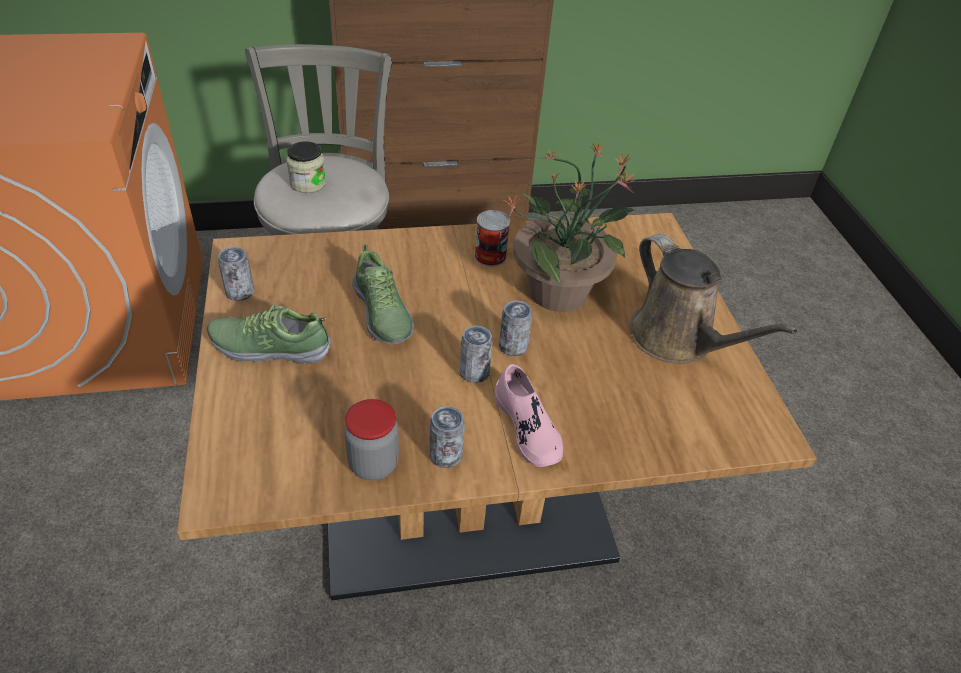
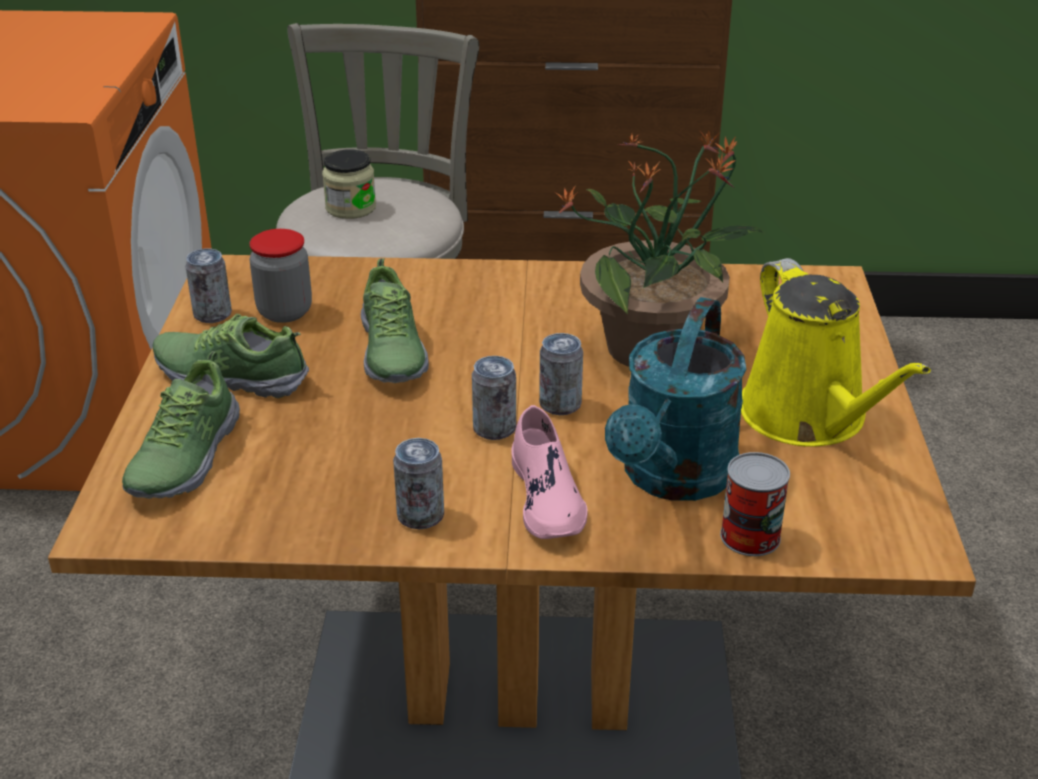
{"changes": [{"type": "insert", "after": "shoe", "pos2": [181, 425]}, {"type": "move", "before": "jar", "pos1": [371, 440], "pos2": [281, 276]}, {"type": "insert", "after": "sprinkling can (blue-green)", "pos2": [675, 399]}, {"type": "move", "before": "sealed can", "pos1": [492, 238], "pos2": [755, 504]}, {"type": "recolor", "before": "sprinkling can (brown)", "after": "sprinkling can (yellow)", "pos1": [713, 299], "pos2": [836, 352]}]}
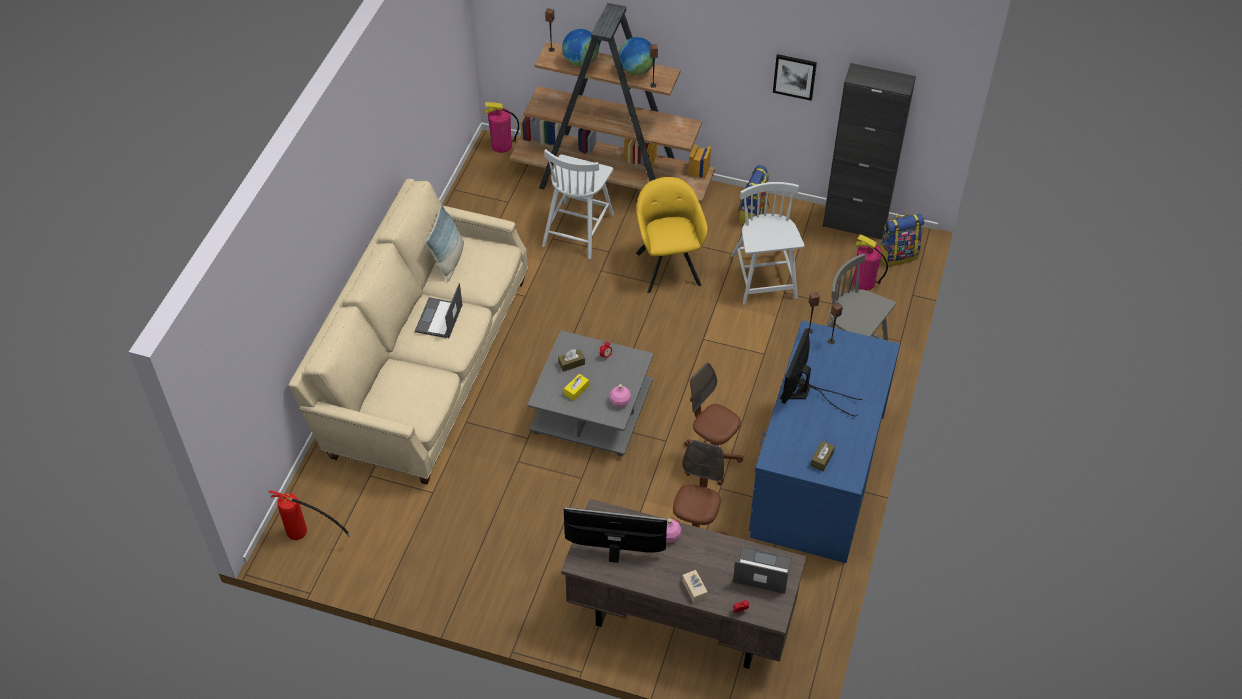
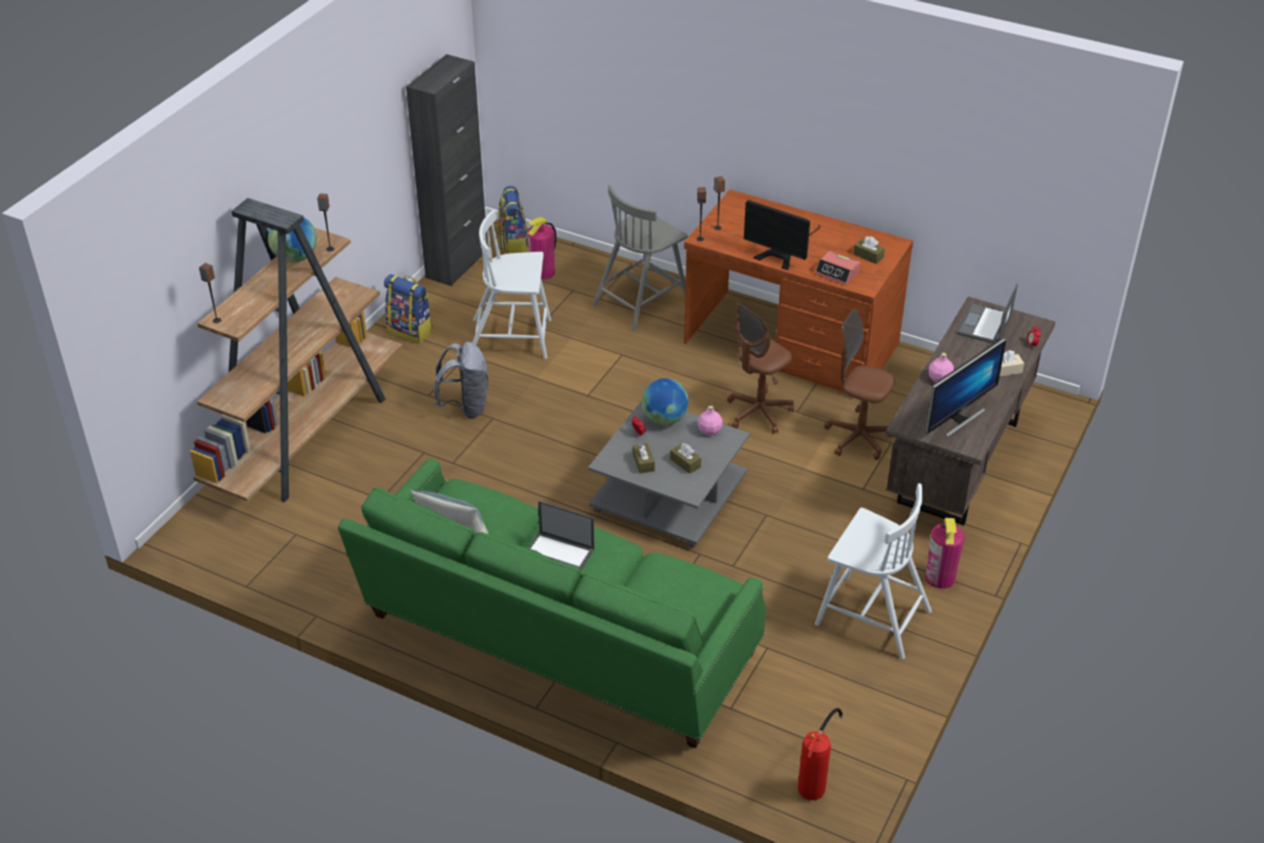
{"changes": [{"type": "recolor", "before": "sofa (sand-coloured)", "after": "sofa (greenish)", "pos1": [408, 332], "pos2": [552, 603]}, {"type": "replace", "before": "lounge chair (yellow)", "after": "knapsack (greyish)", "pos1": [672, 235], "pos2": [461, 380]}, {"type": "move", "before": "desk globe", "pos1": [580, 47], "pos2": [665, 401]}, {"type": "recolor", "before": "tissue box (yellow)", "after": "tissue box (brown)", "pos1": [576, 387], "pos2": [685, 458]}, {"type": "recolor", "before": "desk (blue-coloured)", "after": "desk (brown)", "pos1": [824, 442], "pos2": [798, 290]}, {"type": "insert", "after": "alarm clock", "pos2": [837, 268]}, {"type": "move", "before": "chair (white)", "pos1": [578, 204], "pos2": [873, 571]}, {"type": "rotate", "before": "computer display", "pos1": [615, 535], "pos2": [965, 387], "turn": -150}, {"type": "move", "before": "extinguisher", "pos1": [501, 127], "pos2": [945, 553]}, {"type": "delete", "before": "wall picture", "pos1": [795, 77]}]}
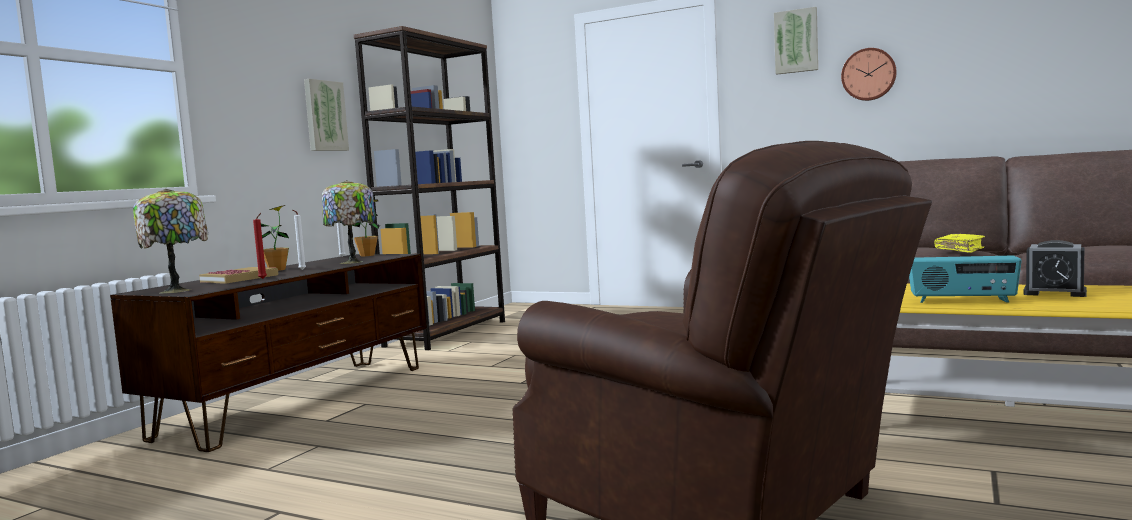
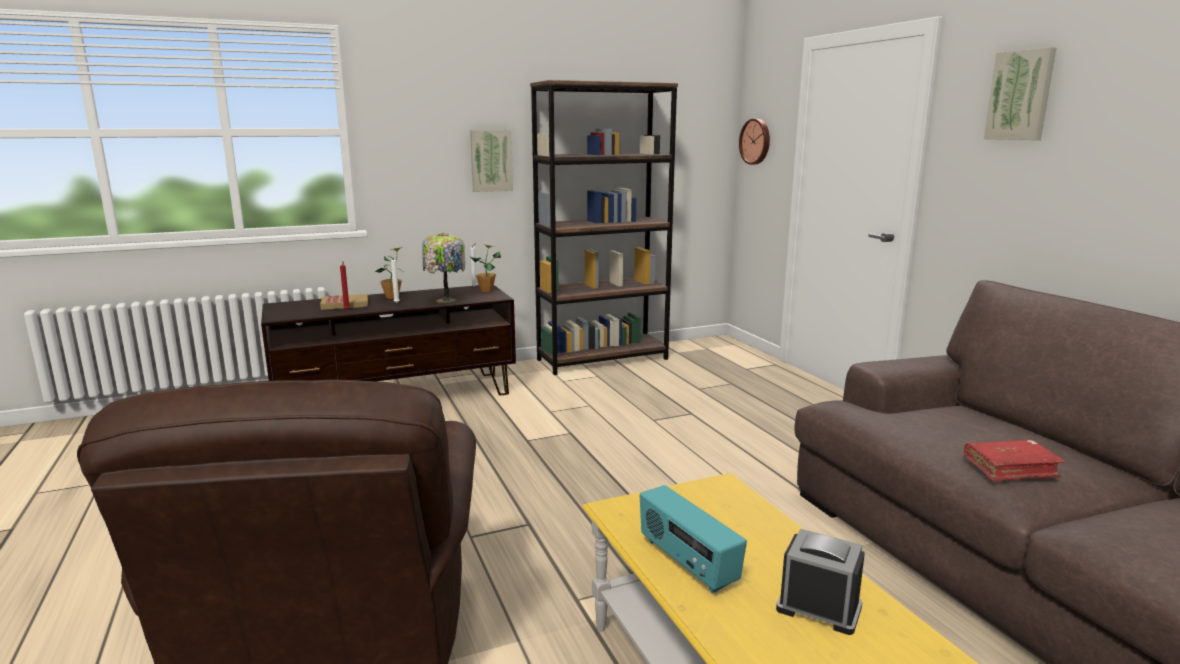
{"changes": [{"type": "move", "before": "clock on the wall", "pos1": [869, 74], "pos2": [754, 142]}, {"type": "rotate", "before": "alarm clock", "pos1": [1055, 268], "pos2": [820, 582], "turn": 135}, {"type": "recolor", "before": "book (yellow)", "after": "book (red-coloured)", "pos1": [959, 243], "pos2": [1014, 460]}, {"type": "delete", "before": "table lamp", "pos1": [170, 241]}]}
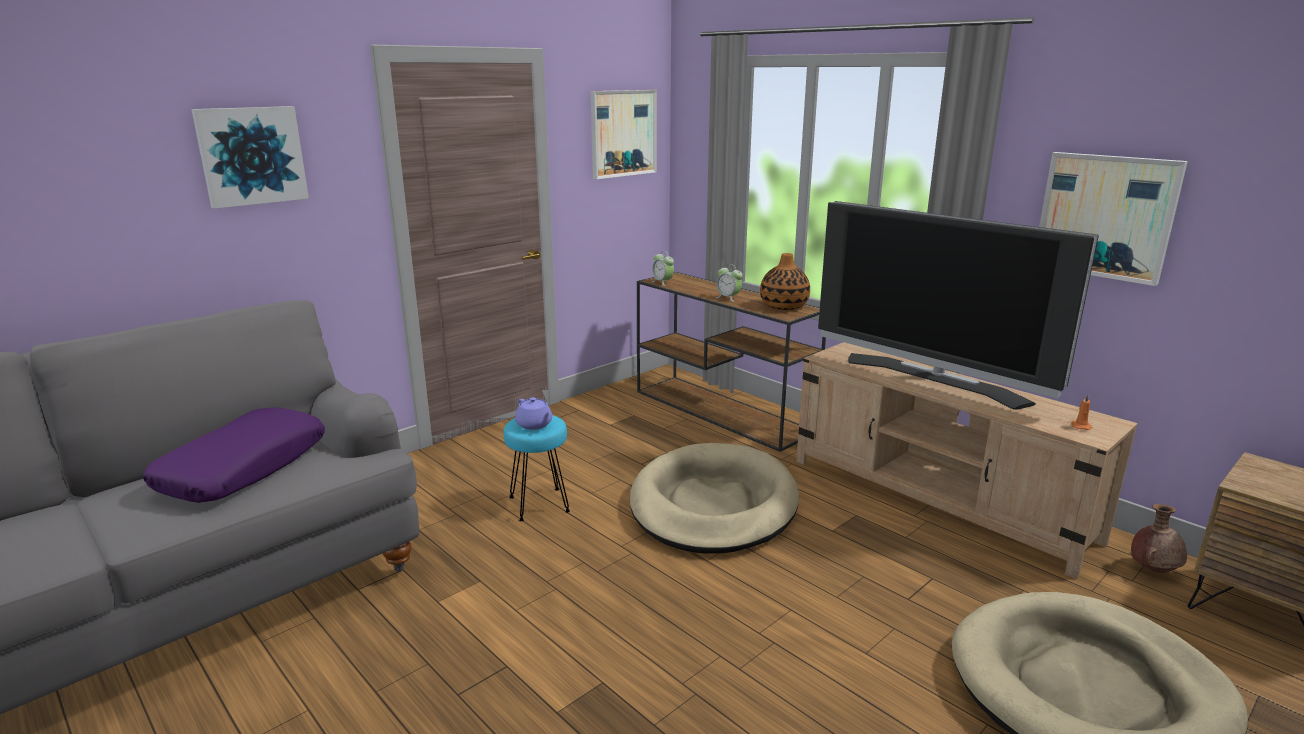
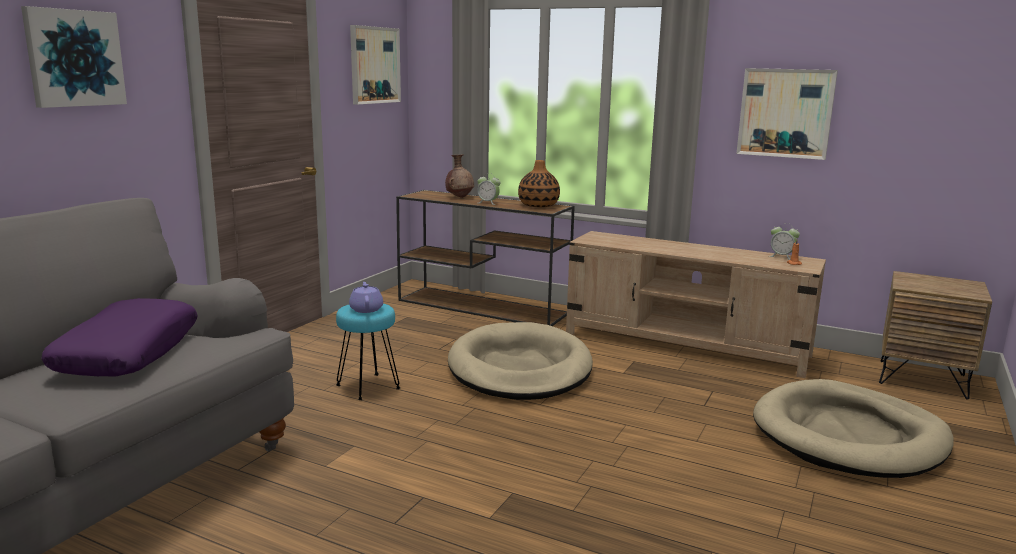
{"changes": [{"type": "rotate", "before": "pot for tea (purple-coloured)", "pos1": [533, 413], "pos2": [366, 297], "turn": -135}, {"type": "move", "before": "vase (brown)", "pos1": [1159, 538], "pos2": [459, 176]}, {"type": "move", "before": "alarm clock", "pos1": [663, 268], "pos2": [784, 241]}, {"type": "delete", "before": "TV set", "pos1": [958, 305]}]}
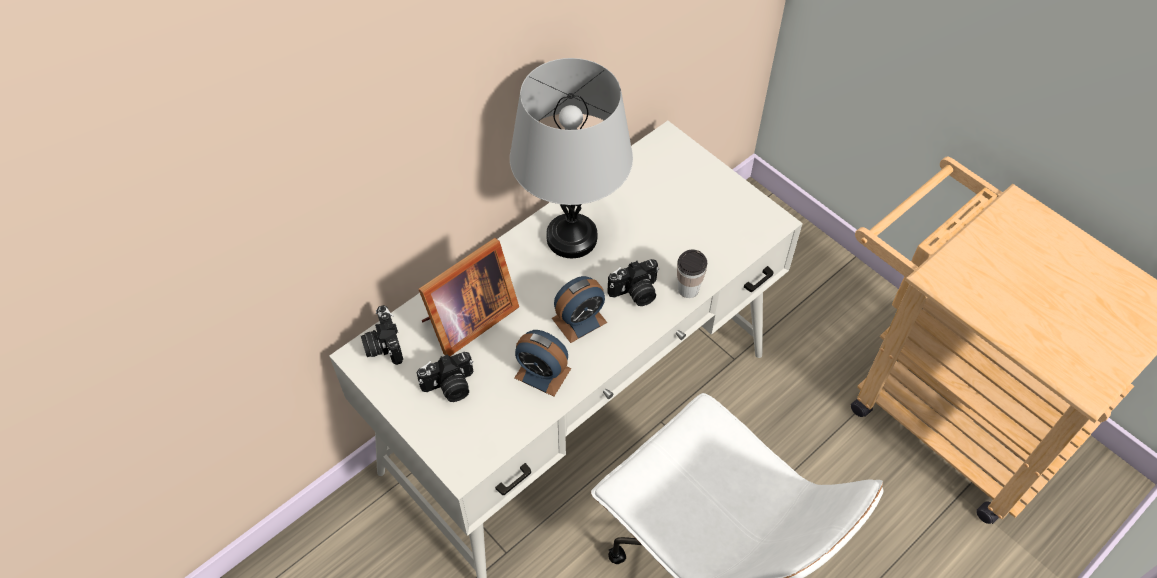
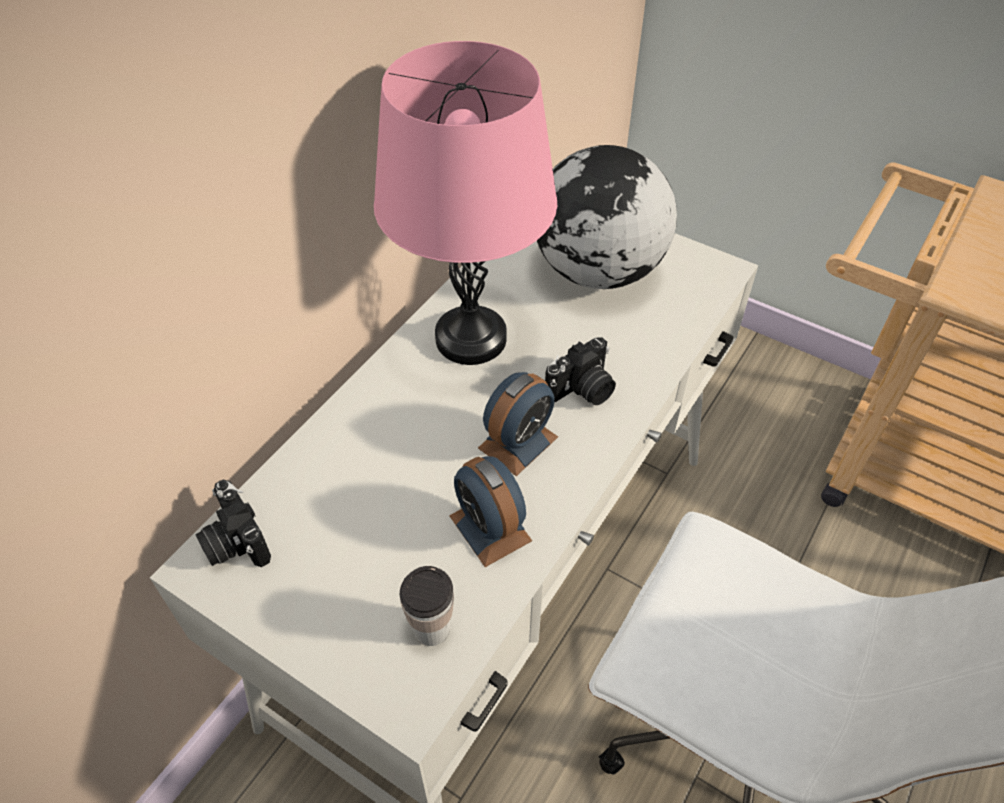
{"changes": [{"type": "recolor", "before": "table lamp (greyish)", "after": "table lamp (pink-coloured)", "pos1": [571, 158], "pos2": [465, 203]}, {"type": "move", "before": "small cup", "pos1": [692, 274], "pos2": [427, 606]}, {"type": "rotate", "before": "alarm clock", "pos1": [542, 363], "pos2": [490, 511], "turn": 45}, {"type": "insert", "after": "desk globe", "pos2": [607, 217]}, {"type": "delete", "before": "still camera", "pos1": [444, 377]}, {"type": "delete", "before": "standing frame", "pos1": [469, 297]}]}
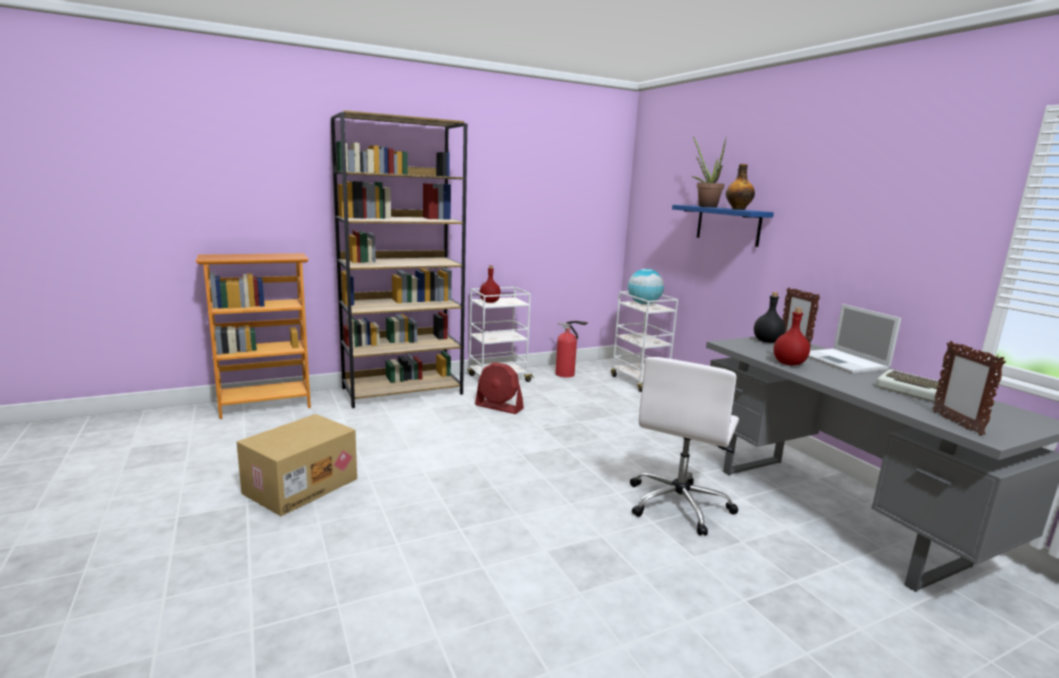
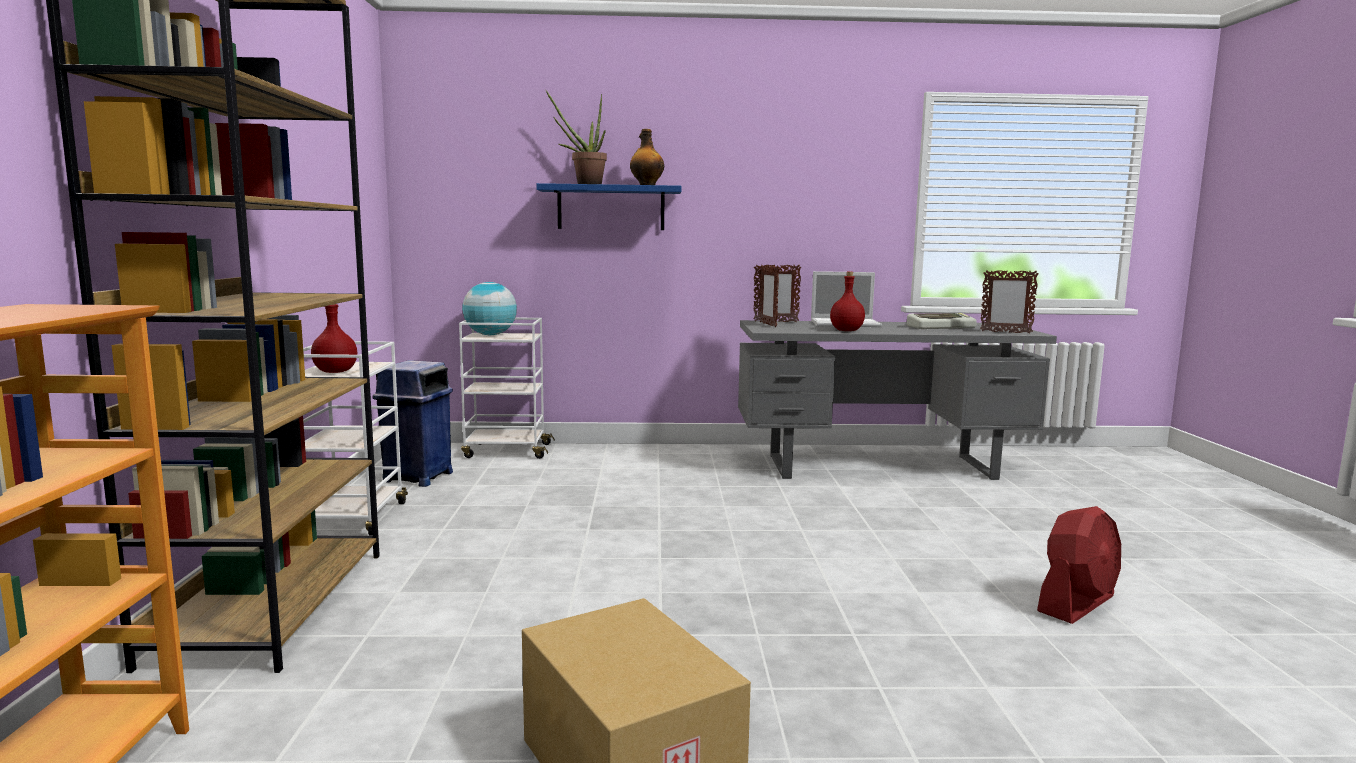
{"changes": [{"type": "replace", "before": "extinguisher", "after": "rubbish bin (blue-coloured)", "pos1": [571, 349], "pos2": [413, 423]}, {"type": "replace", "before": "drink bottle (blackish)", "after": "standing frame", "pos1": [769, 317], "pos2": [769, 296]}, {"type": "move", "before": "fan (red-coloured)", "pos1": [499, 388], "pos2": [1079, 565]}, {"type": "delete", "before": "desk chair (white)", "pos1": [684, 446]}]}
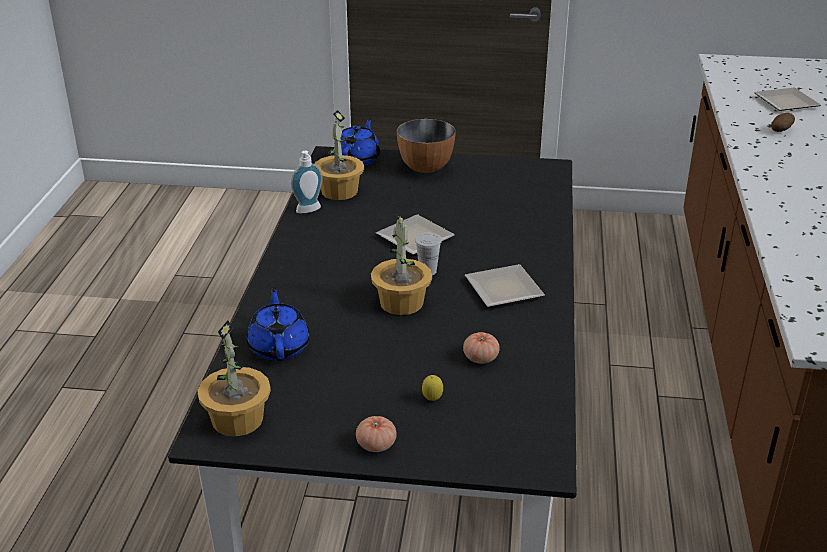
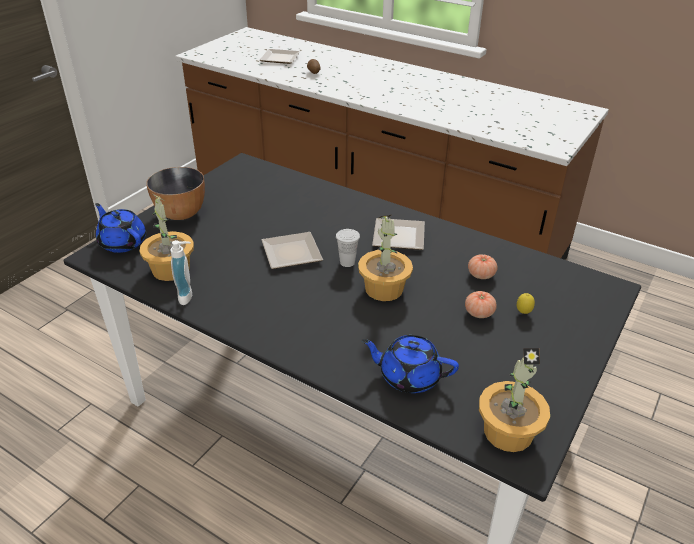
{"changes": [{"type": "move", "before": "whole tomato", "pos1": [376, 434], "pos2": [481, 304]}]}
